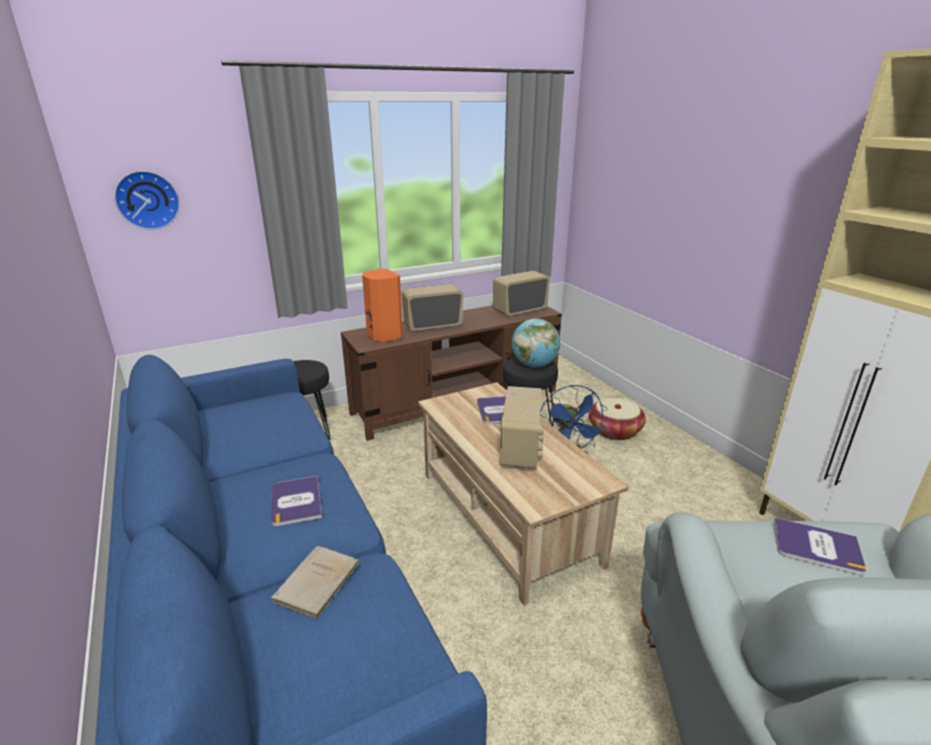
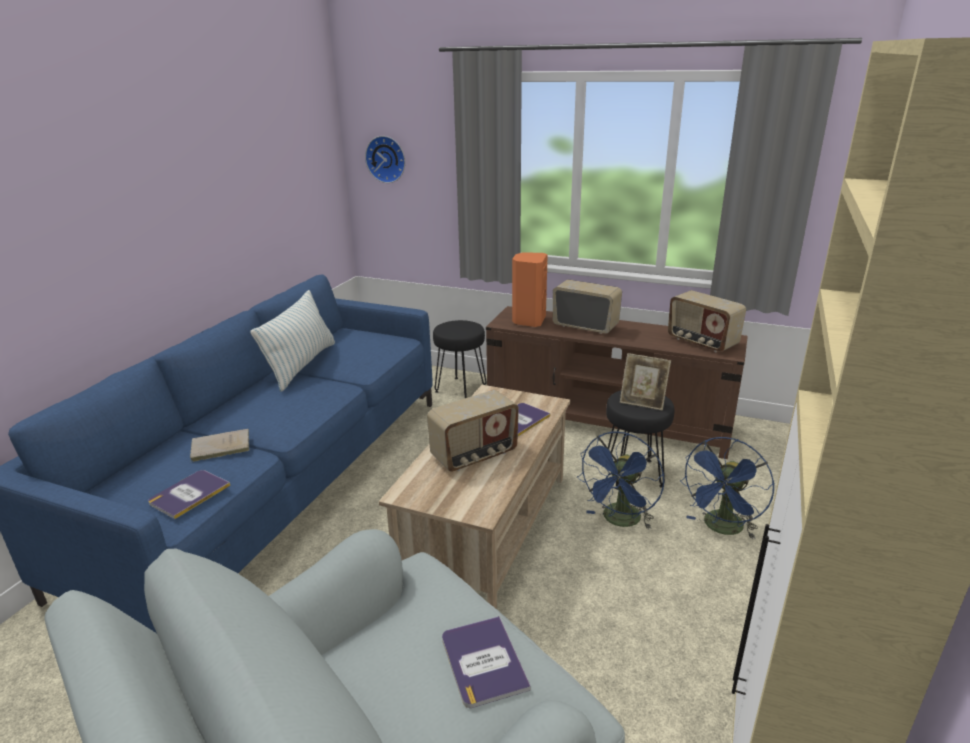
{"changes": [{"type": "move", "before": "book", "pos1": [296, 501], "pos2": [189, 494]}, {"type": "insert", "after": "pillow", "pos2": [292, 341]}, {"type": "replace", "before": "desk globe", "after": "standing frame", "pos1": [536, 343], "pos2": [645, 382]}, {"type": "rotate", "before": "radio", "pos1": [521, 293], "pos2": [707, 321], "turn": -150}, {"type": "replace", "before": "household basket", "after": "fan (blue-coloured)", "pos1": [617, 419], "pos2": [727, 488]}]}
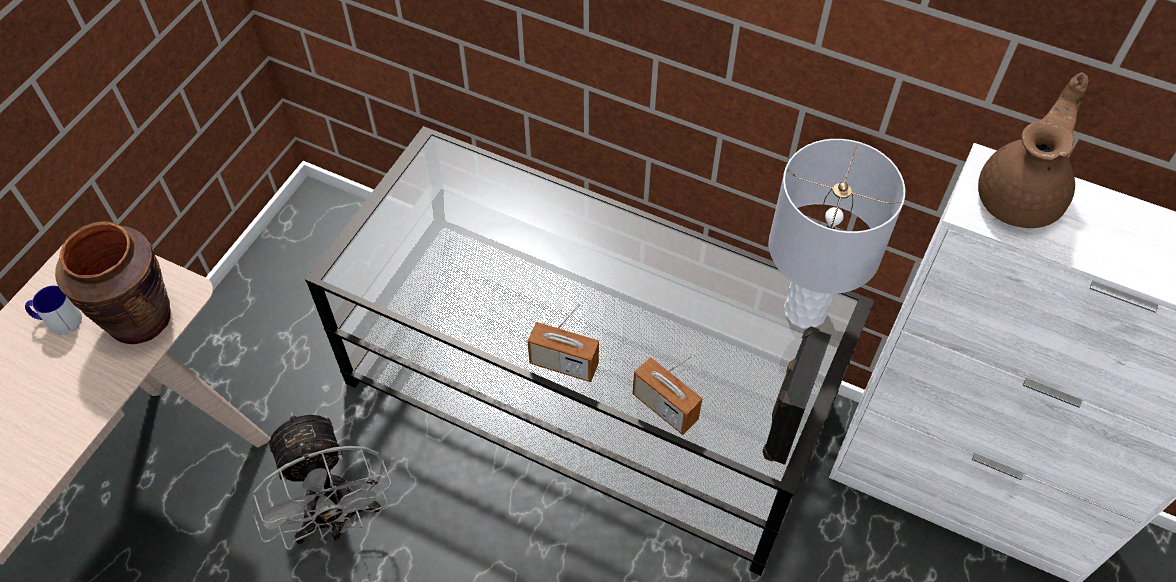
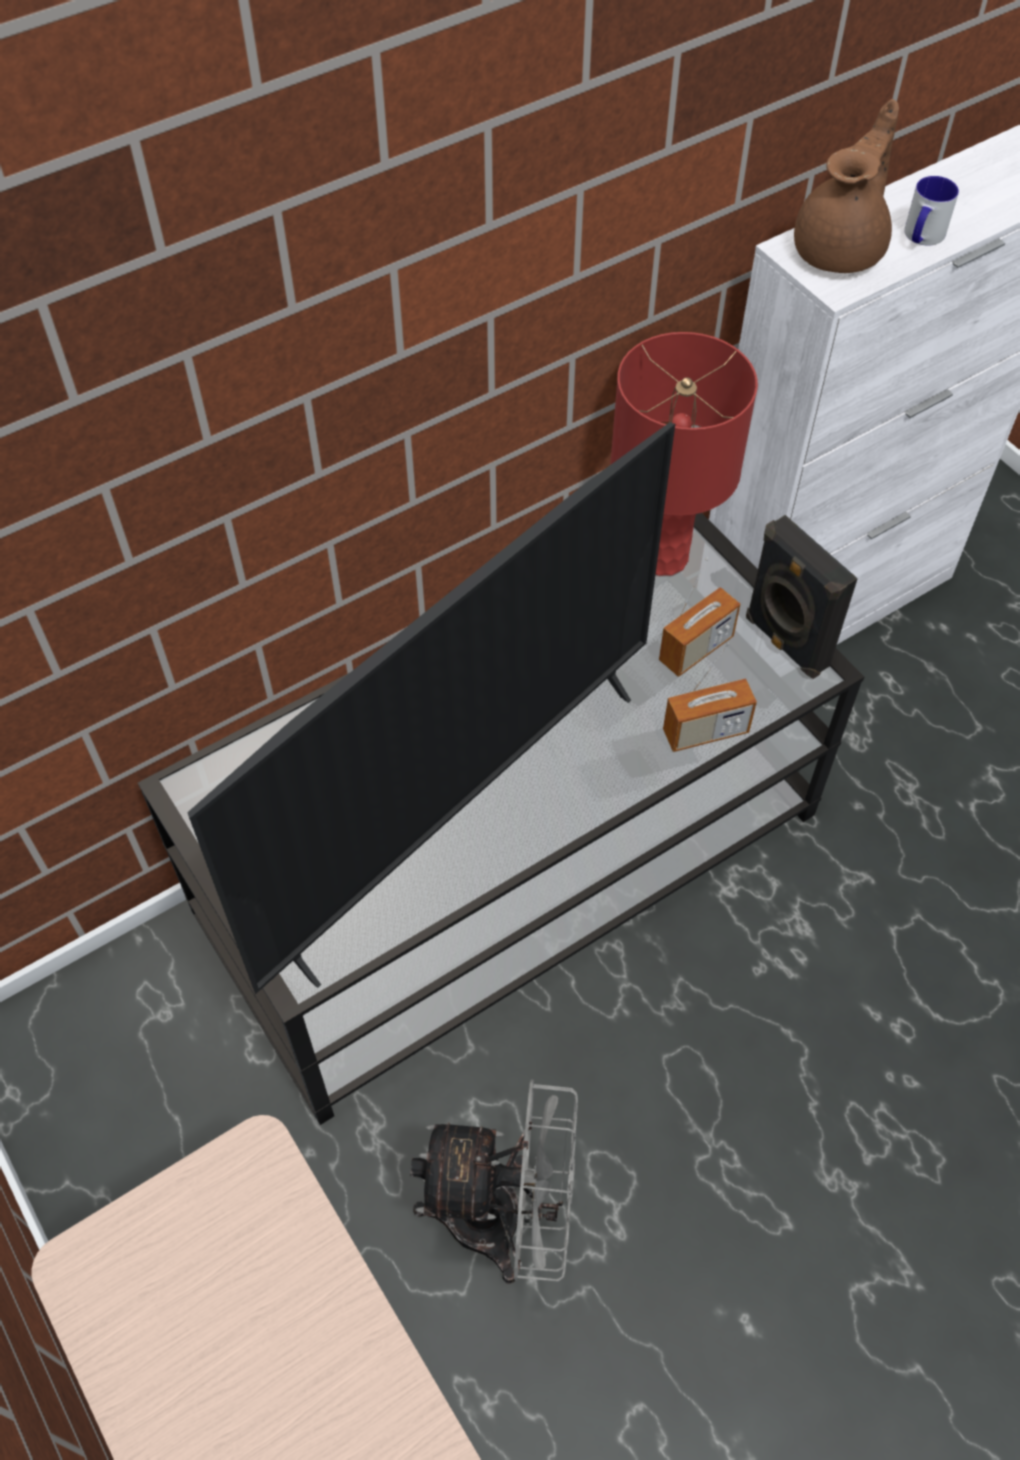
{"changes": [{"type": "insert", "after": "TV set", "pos2": [431, 708]}, {"type": "recolor", "before": "table lamp (greyish)", "after": "table lamp (red-coloured)", "pos1": [837, 234], "pos2": [684, 454]}, {"type": "move", "before": "radio", "pos1": [563, 343], "pos2": [699, 617]}, {"type": "rotate", "before": "pot for tea (brown)", "pos1": [1033, 150], "pos2": [846, 186], "turn": 60}, {"type": "move", "before": "mug", "pos1": [53, 310], "pos2": [931, 211]}, {"type": "delete", "before": "vase (brown)", "pos1": [113, 282]}]}
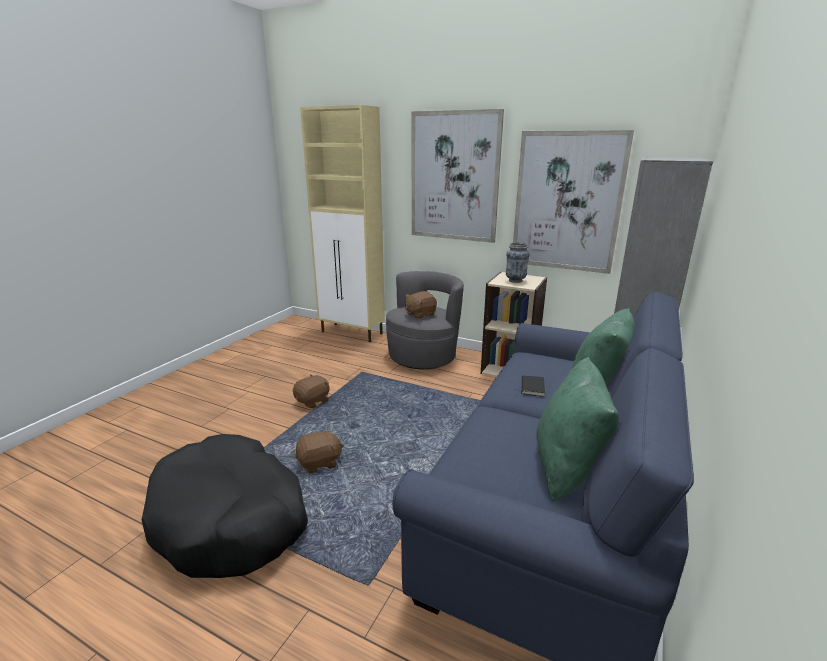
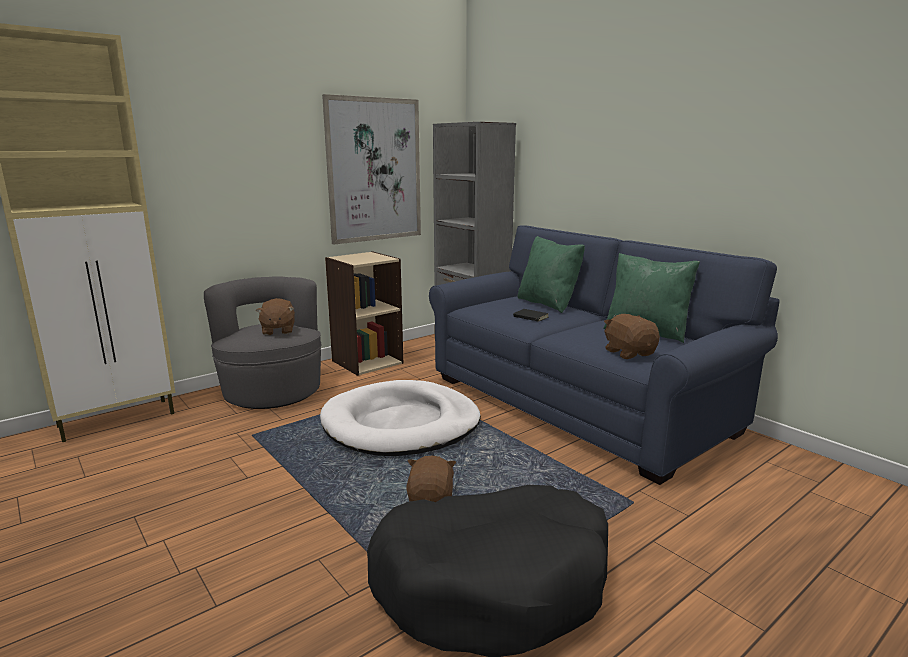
{"changes": [{"type": "insert", "after": "pet bed (white)", "pos2": [400, 418]}, {"type": "move", "before": "plush toy (brown)", "pos1": [311, 391], "pos2": [632, 336]}, {"type": "delete", "before": "wall picture", "pos1": [458, 176]}, {"type": "delete", "before": "vase", "pos1": [518, 262]}]}
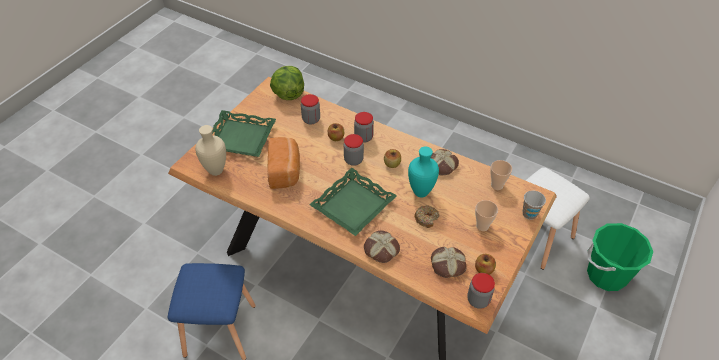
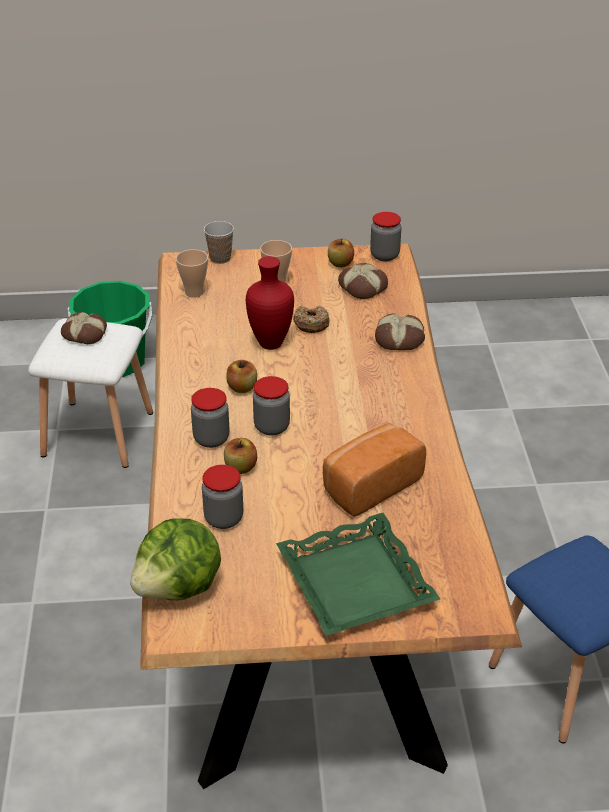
{"changes": [{"type": "move", "before": "baked bread", "pos1": [445, 162], "pos2": [84, 328]}, {"type": "recolor", "before": "vase (blue-green)", "after": "vase (red-coloured)", "pos1": [423, 171], "pos2": [270, 303]}, {"type": "delete", "before": "vase (sand-coloured)", "pos1": [210, 150]}, {"type": "delete", "before": "serving tray (greenish)", "pos1": [353, 202]}]}
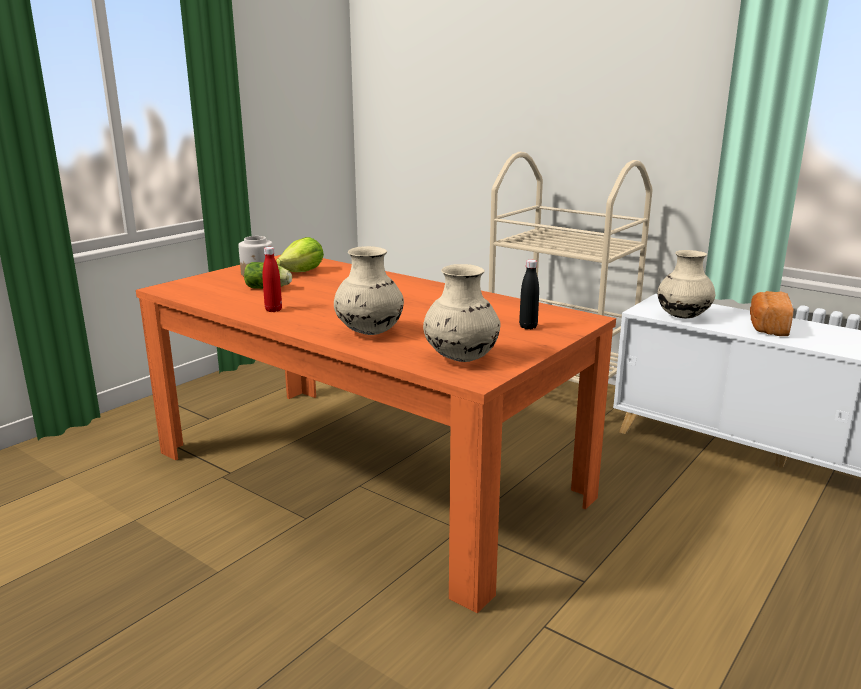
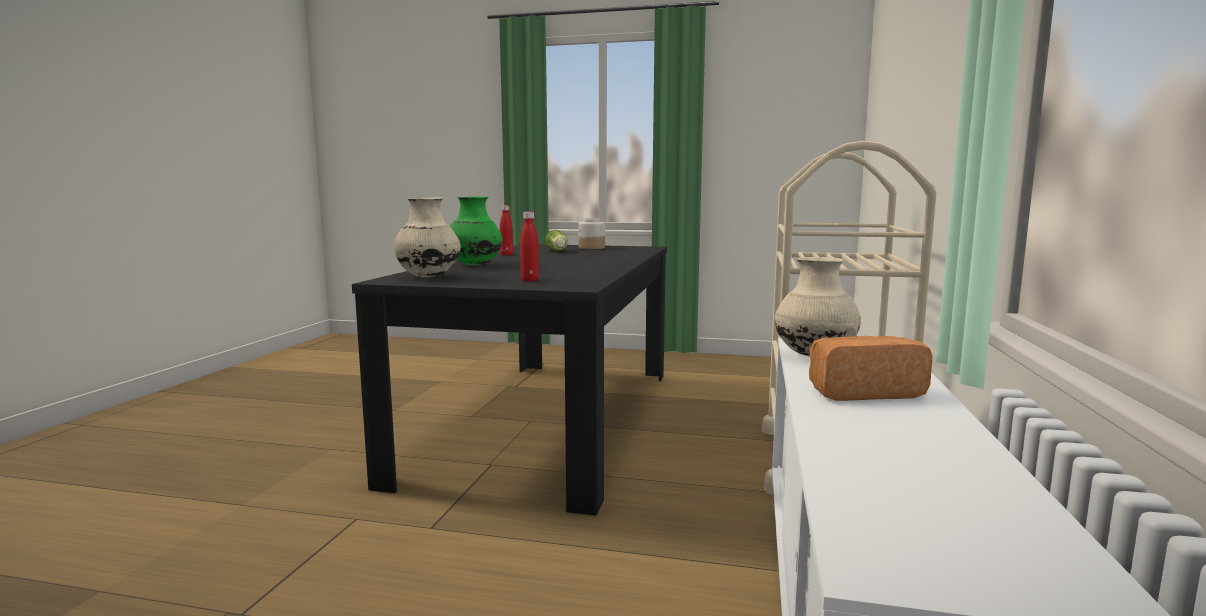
{"changes": [{"type": "recolor", "before": "dinner table (orangey)", "after": "dinner table (blackish)", "pos1": [376, 434], "pos2": [509, 380]}, {"type": "recolor", "before": "vase (sand-coloured)", "after": "vase (greenish)", "pos1": [369, 290], "pos2": [476, 231]}, {"type": "recolor", "before": "drink bottle (blackish)", "after": "drink bottle (red-coloured)", "pos1": [529, 294], "pos2": [529, 247]}, {"type": "delete", "before": "head of lettuce", "pos1": [300, 254]}]}
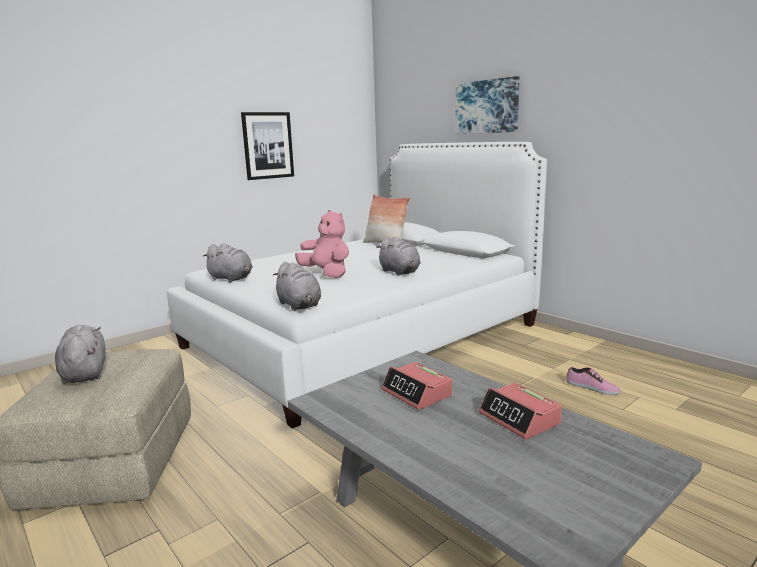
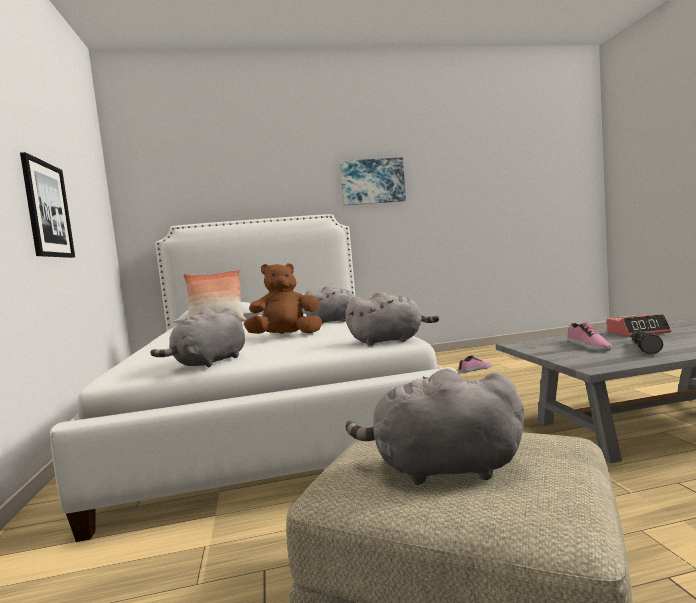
{"changes": [{"type": "rotate", "before": "plush toy (greyish)", "pos1": [227, 262], "pos2": [197, 338], "turn": 150}, {"type": "recolor", "before": "plush toy (pink-coloured)", "after": "plush toy (brown)", "pos1": [322, 244], "pos2": [283, 298]}, {"type": "move", "before": "wall picture", "pos1": [487, 105], "pos2": [372, 181]}, {"type": "replace", "before": "alarm clock", "after": "shoe", "pos1": [416, 386], "pos2": [589, 336]}, {"type": "insert", "after": "torch", "pos2": [647, 342]}]}
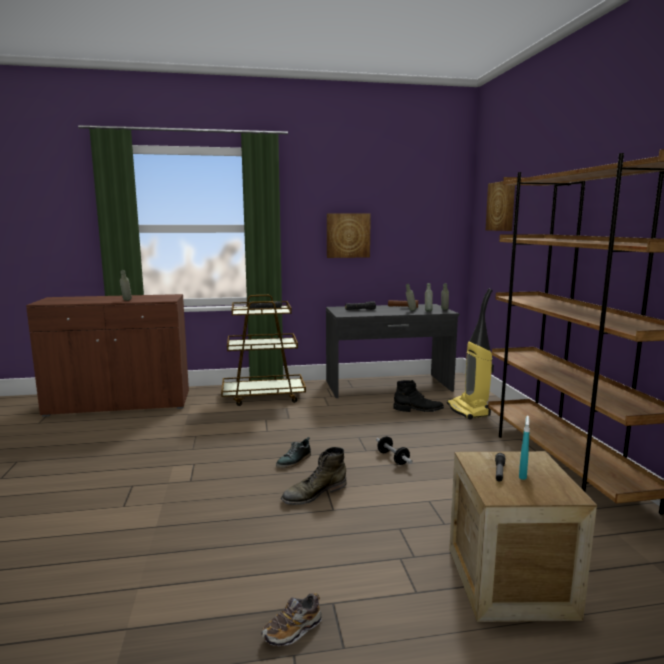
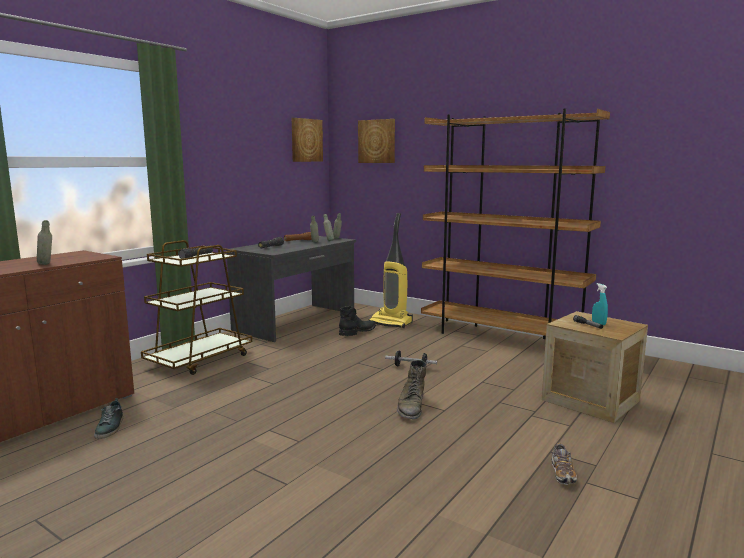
{"changes": [{"type": "move", "before": "shoe", "pos1": [293, 452], "pos2": [108, 418]}, {"type": "move", "before": "wall picture", "pos1": [349, 235], "pos2": [307, 140]}]}
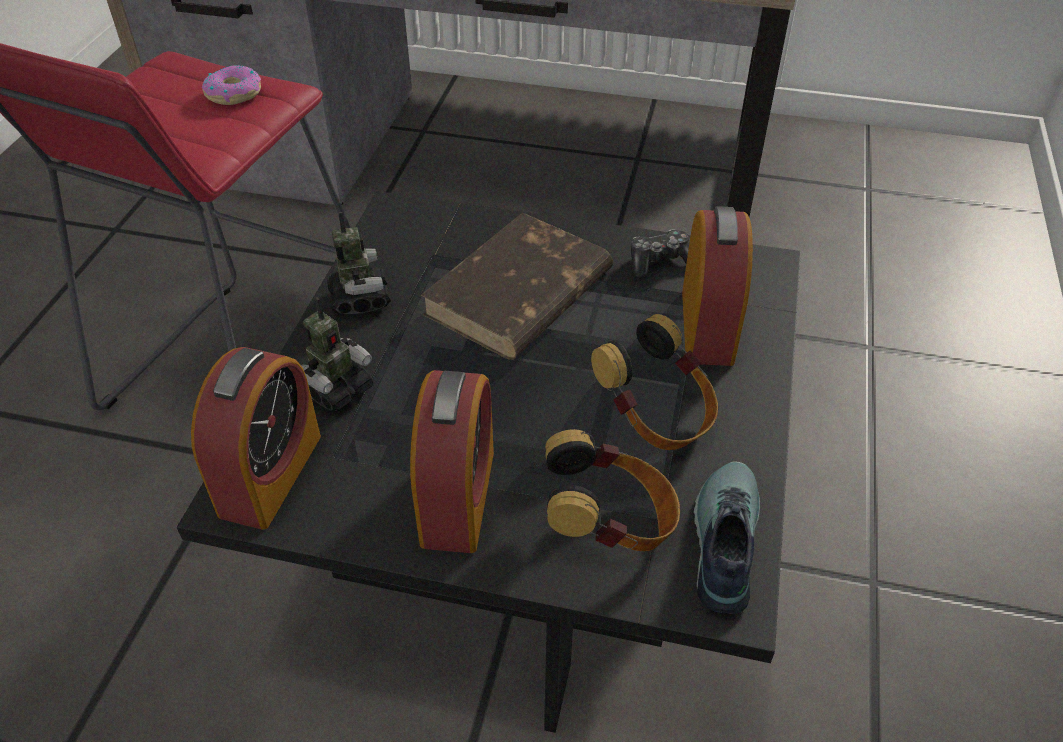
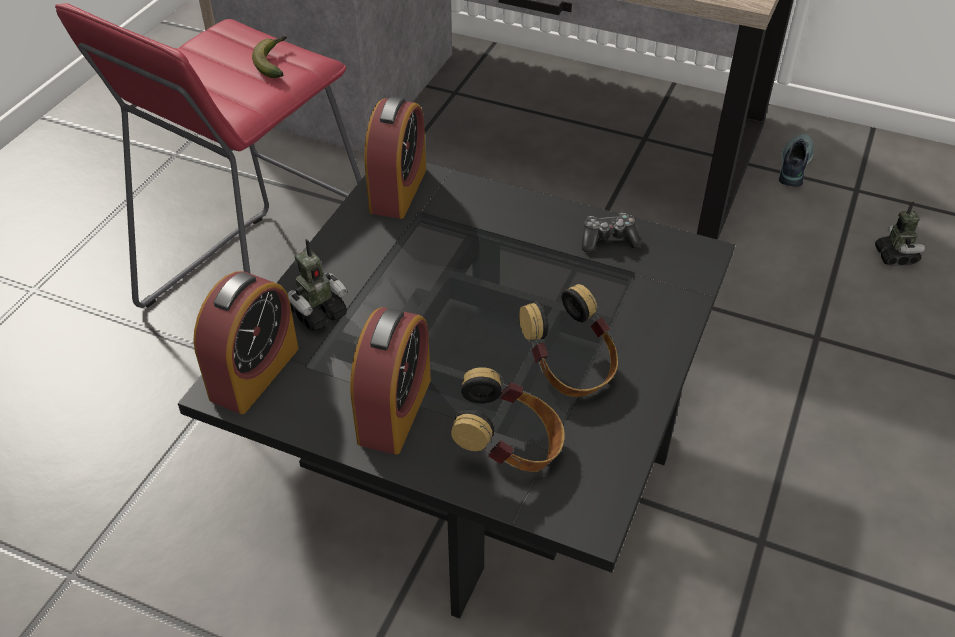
{"changes": [{"type": "replace", "before": "doughnut", "after": "banana", "pos1": [231, 85], "pos2": [269, 57]}, {"type": "move", "before": "alarm clock", "pos1": [717, 286], "pos2": [395, 157]}, {"type": "move", "before": "shoe", "pos1": [727, 537], "pos2": [796, 160]}, {"type": "move", "before": "toy robot", "pos1": [359, 263], "pos2": [900, 234]}, {"type": "delete", "before": "book (brown)", "pos1": [517, 286]}]}
